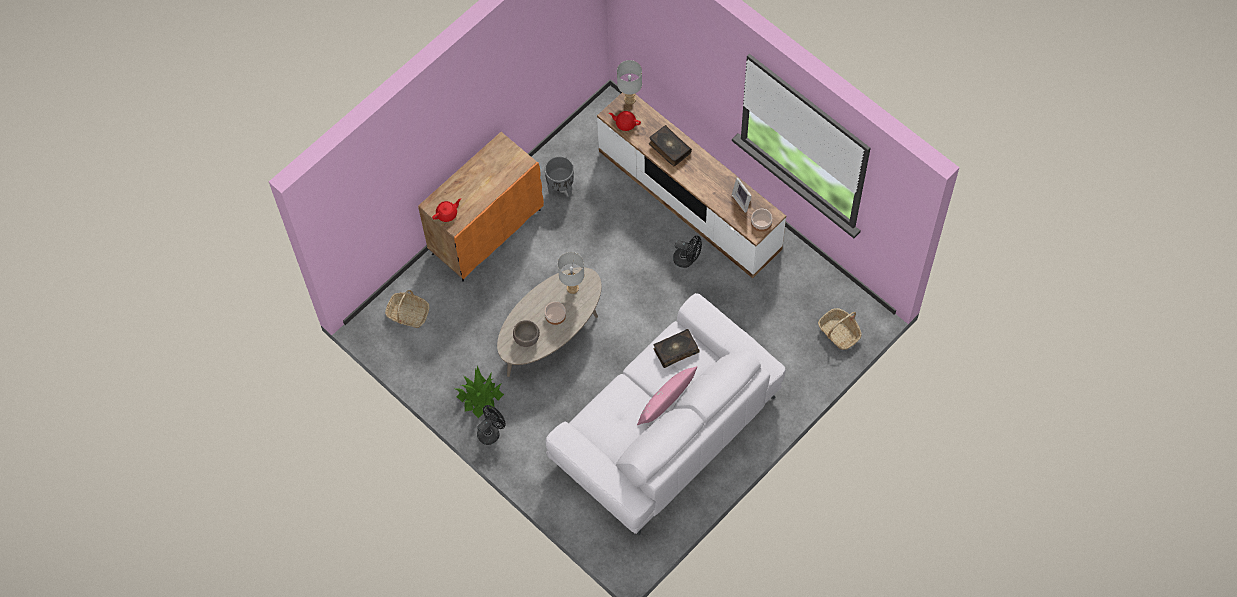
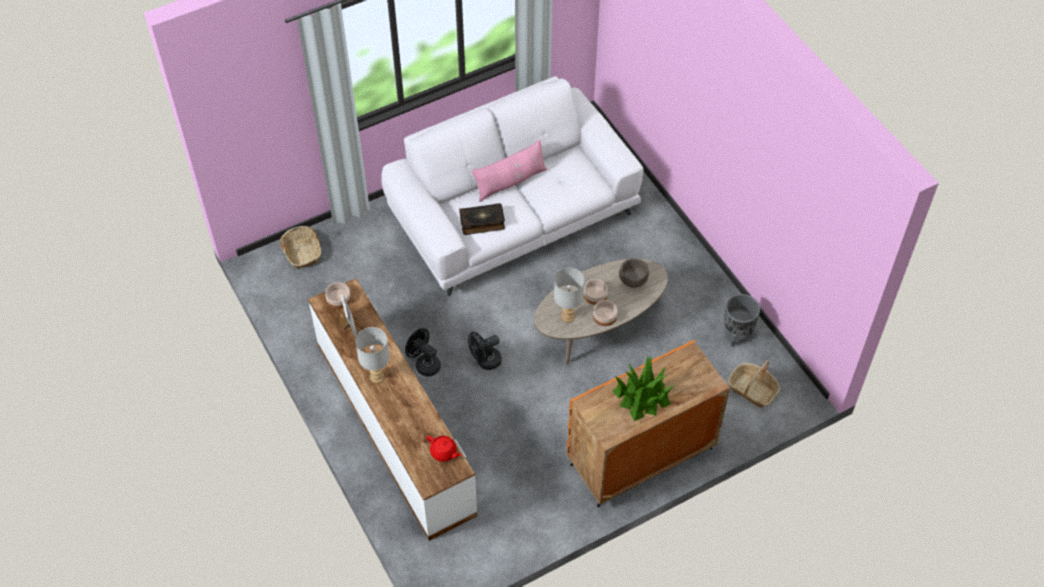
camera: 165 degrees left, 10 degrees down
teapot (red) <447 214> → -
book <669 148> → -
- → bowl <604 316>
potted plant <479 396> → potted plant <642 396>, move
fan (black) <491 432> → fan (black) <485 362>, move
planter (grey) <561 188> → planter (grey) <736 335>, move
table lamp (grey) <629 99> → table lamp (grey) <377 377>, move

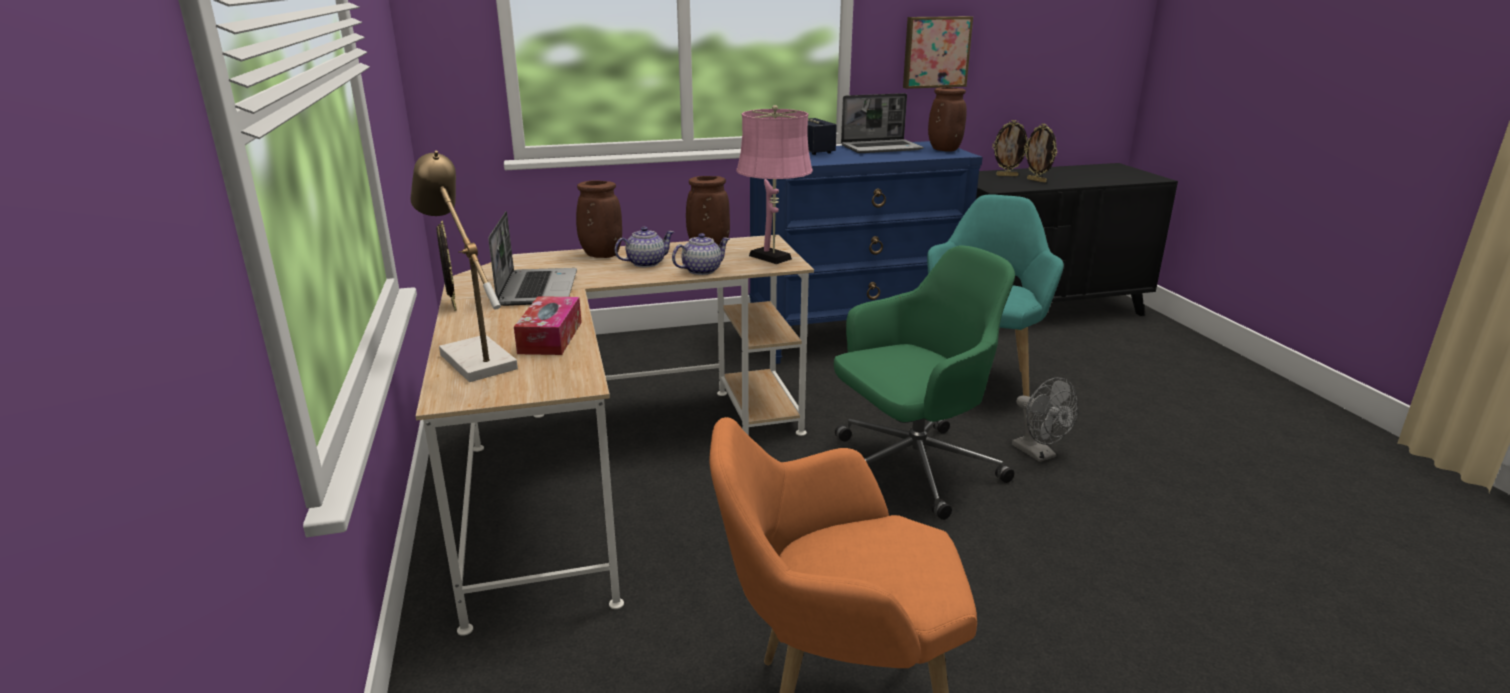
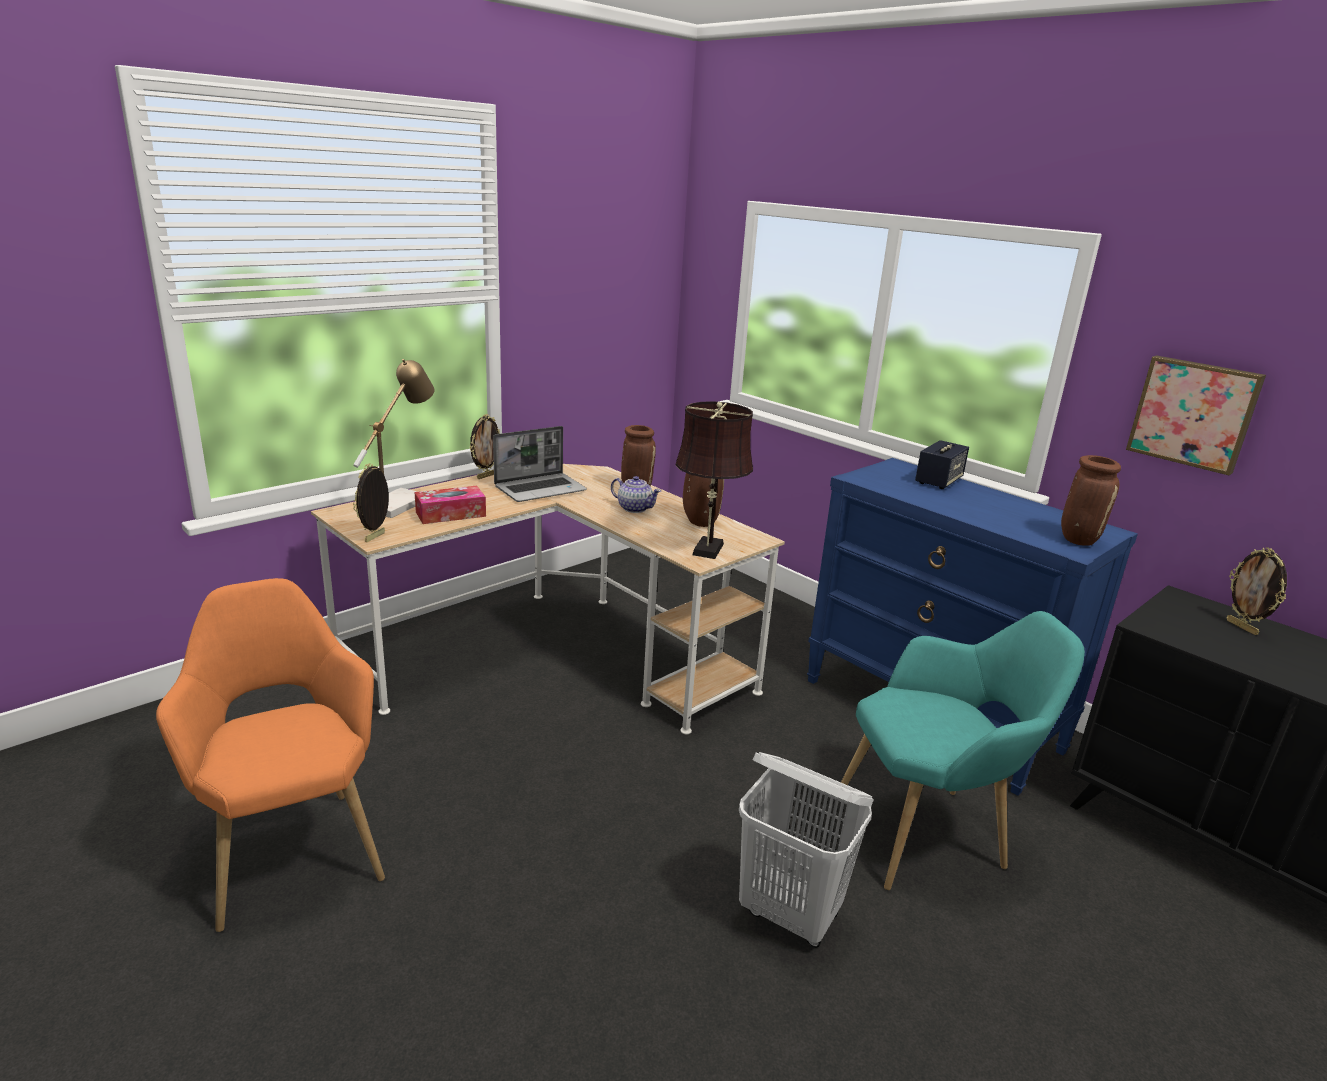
camera: 60 degrees right, 0 degrees up
teapot <702 270> → -
office chair (green) <911 468> → -
laptop <882 148> → -
picture frame <1037 180> → picture frame <376 537>, move
fan (grey) <1039 454> → laundry basket (white) <790 914>
table lamp (pink) <773 258> → table lamp (brown) <707 551>

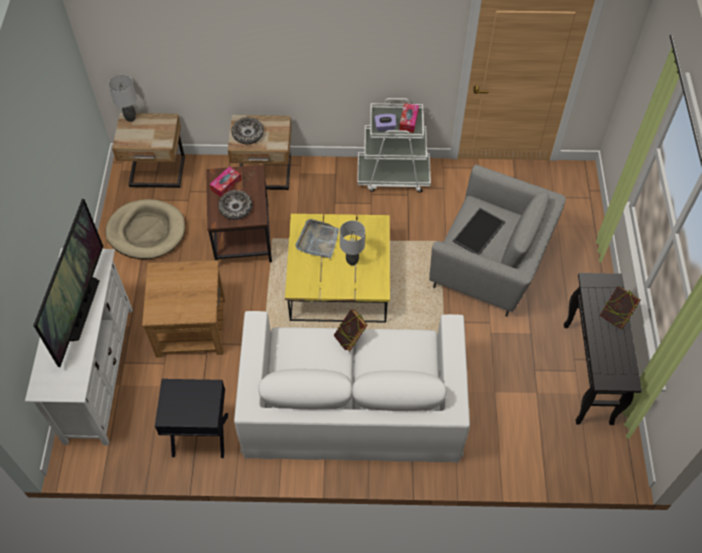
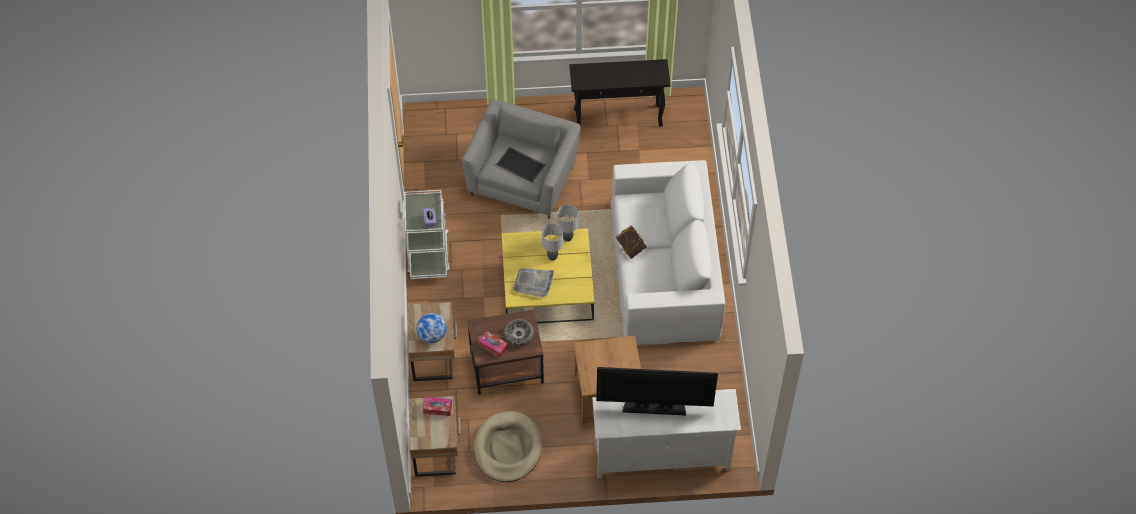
camera: 95 degrees left, 0 degrees up
side table (black) <200 435> → -
book <615 316> → -
table lamp (grey) <130 118> → table lamp (grey) <568 238>, move
tissue box <408 121> → tissue box <437 408>, move
bowl <248 134> → globe <432 335>

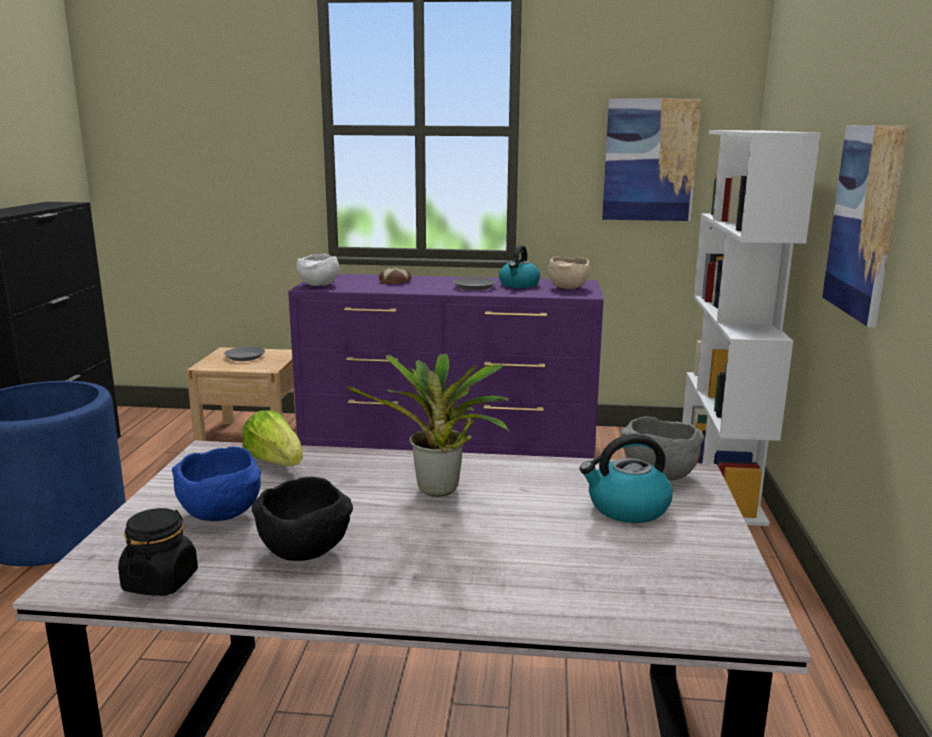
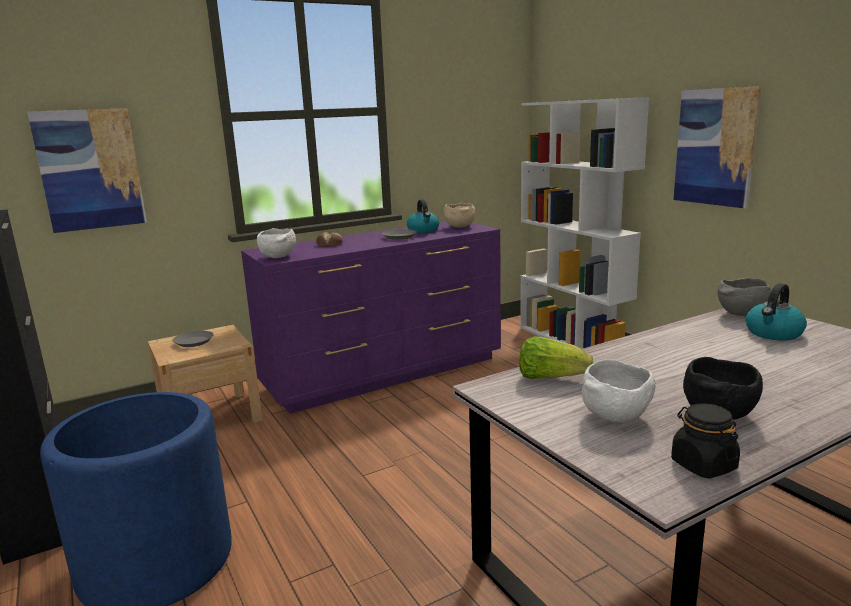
camera: 35 degrees left, 0 degrees up
potted plant <439 492> → -
picture <649 160> → picture <90 170>, move
bowl (blue) <223 514> → bowl (white) <616 416>

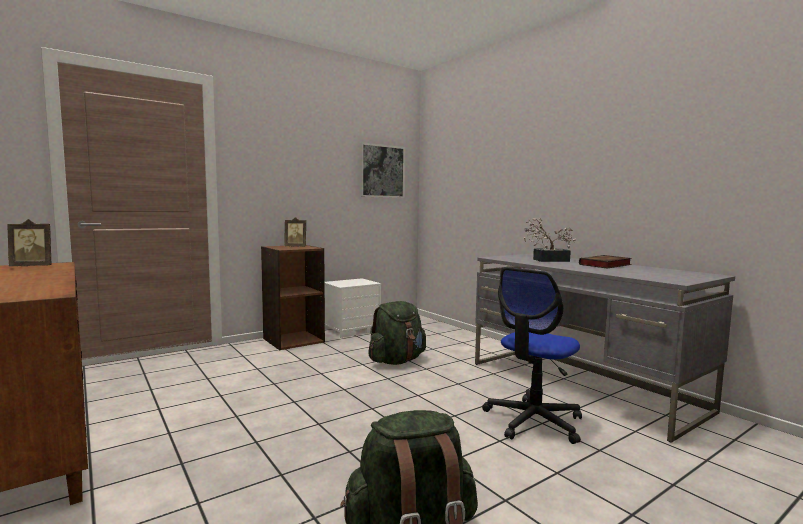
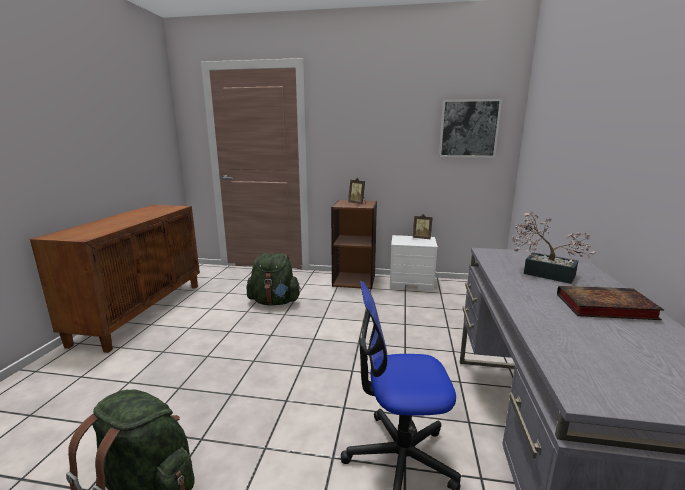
camera: 45 degrees right, 10 degrees up
picture frame <33 266> → picture frame <422 238>, move
backpack (green) <397 361> → backpack (green) <274 302>, move

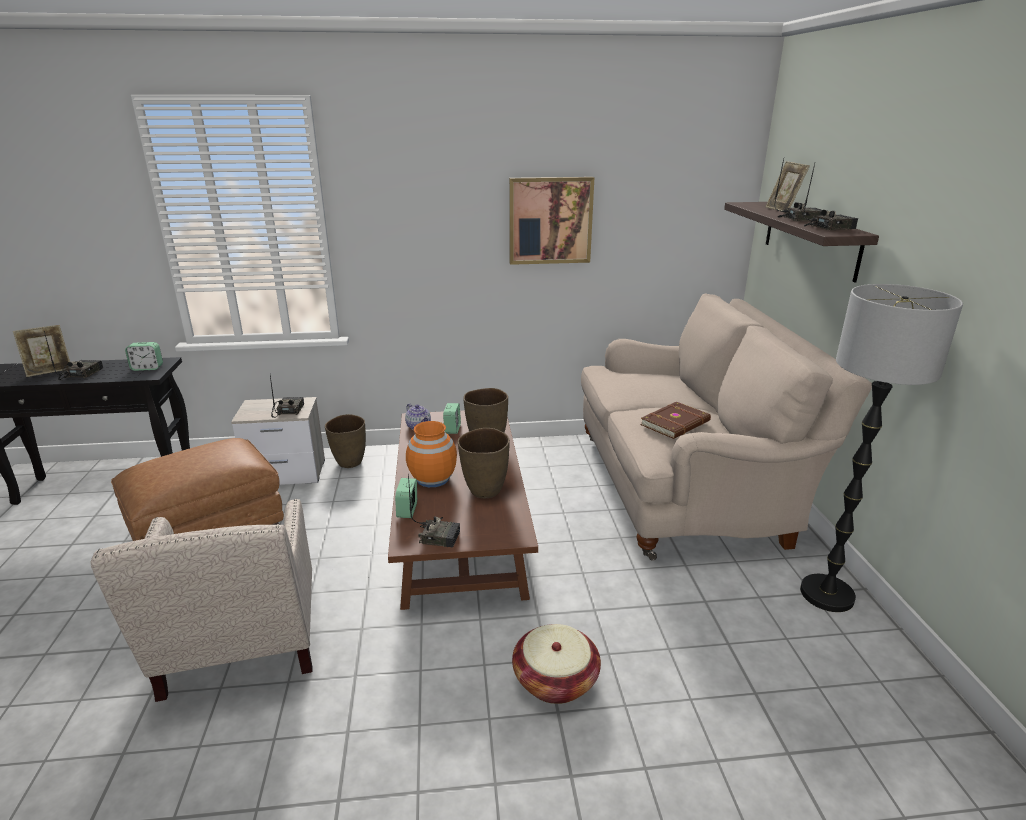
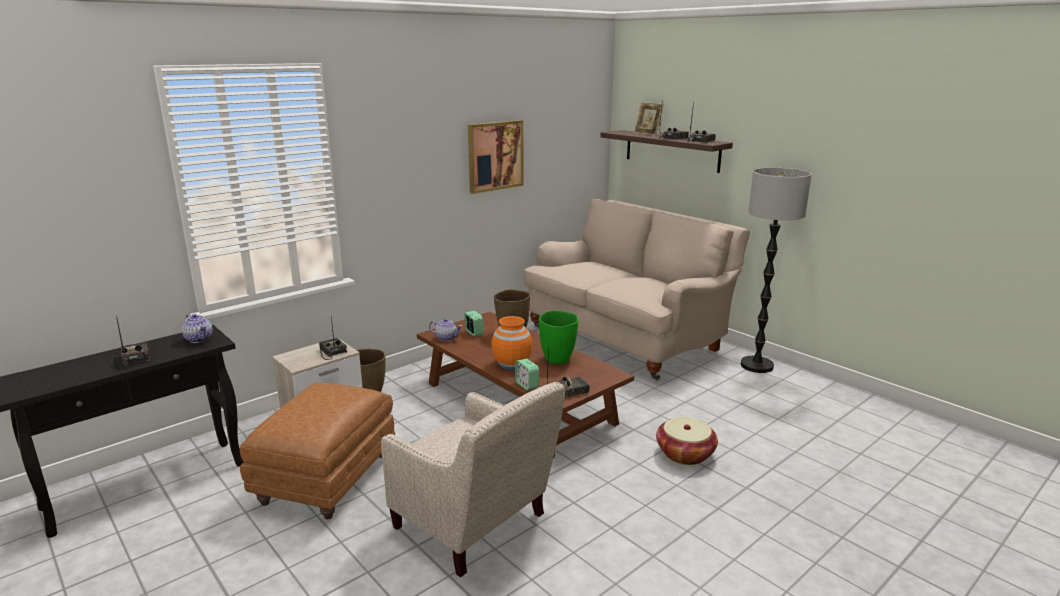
camera: 35 degrees left, 5 degrees down
picture frame <49 371> → -
book (brown) <676 423> → -
alarm clock <147 368> → teapot <199 339>
vase (brown) <485 491> → vase (green) <558 359>

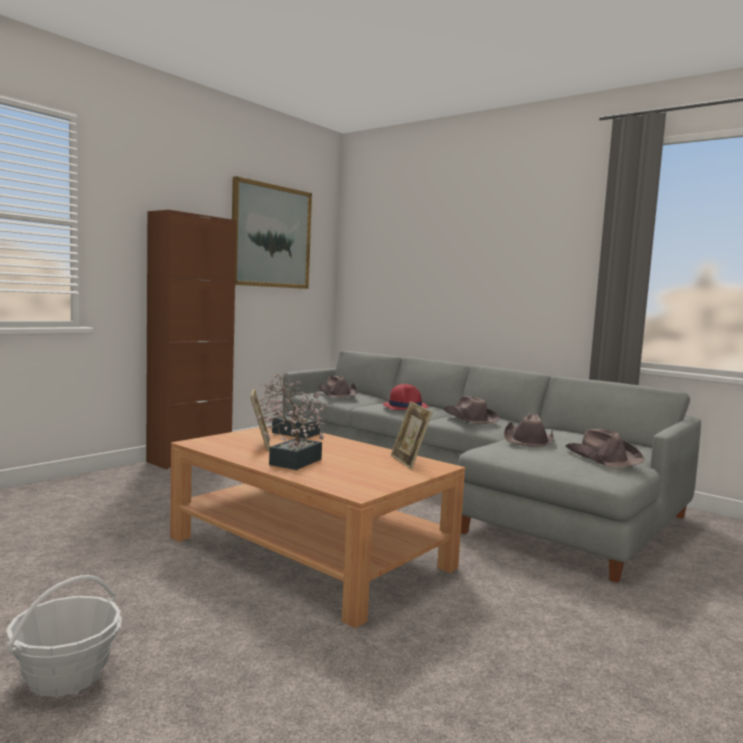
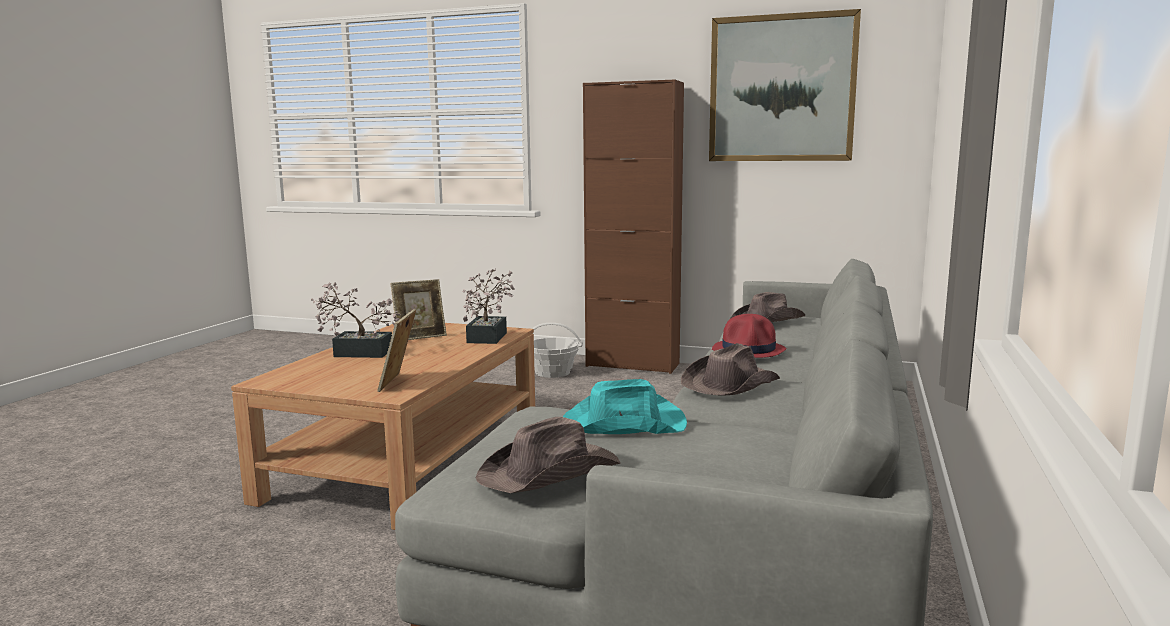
camera: 70 degrees right, 5 degrees up
basket <66 675> → basket <552 372>, move
hat (brown) <528 440> → hat (turquoise) <622 423>
picture frame <409 462> → picture frame <399 383>, 45 degrees counterclockwise

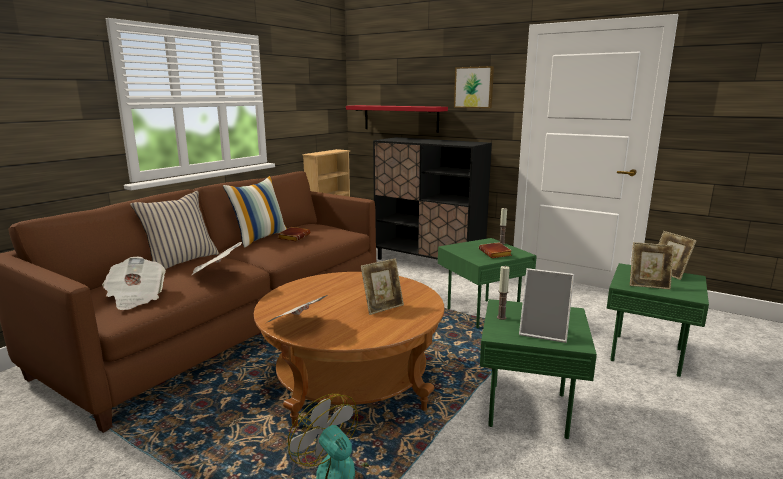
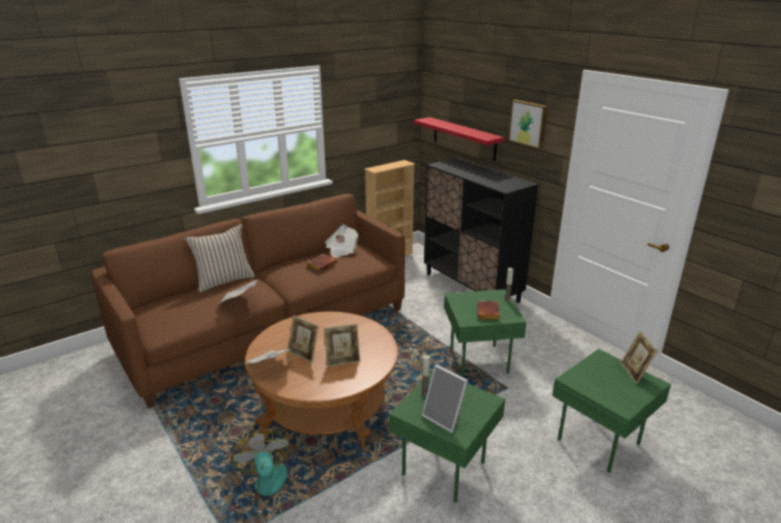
camera: 20 degrees right, 10 degrees up
pillow <260 238> → -
newspaper <136 297> → newspaper <341 250>, move
picture frame <648 285> → picture frame <304 354>, move

